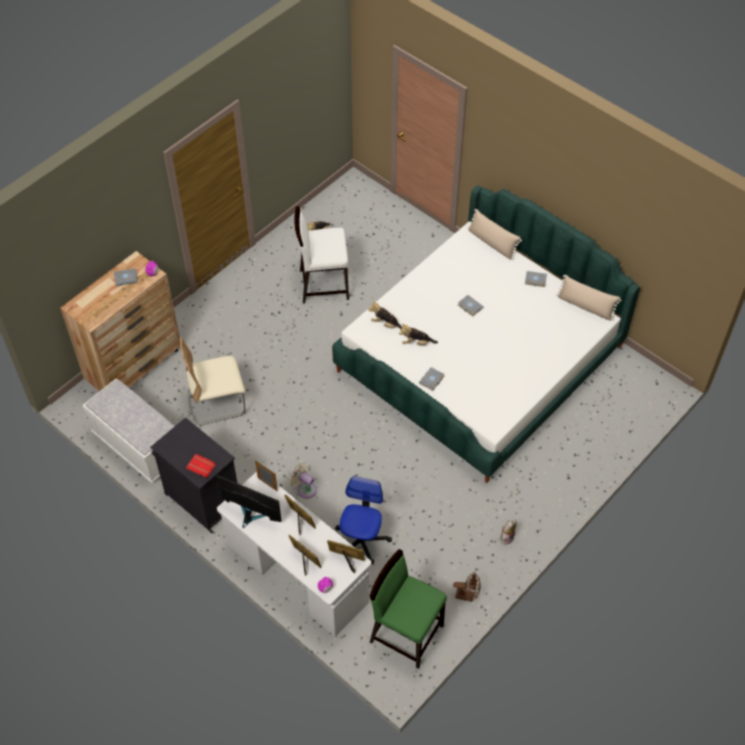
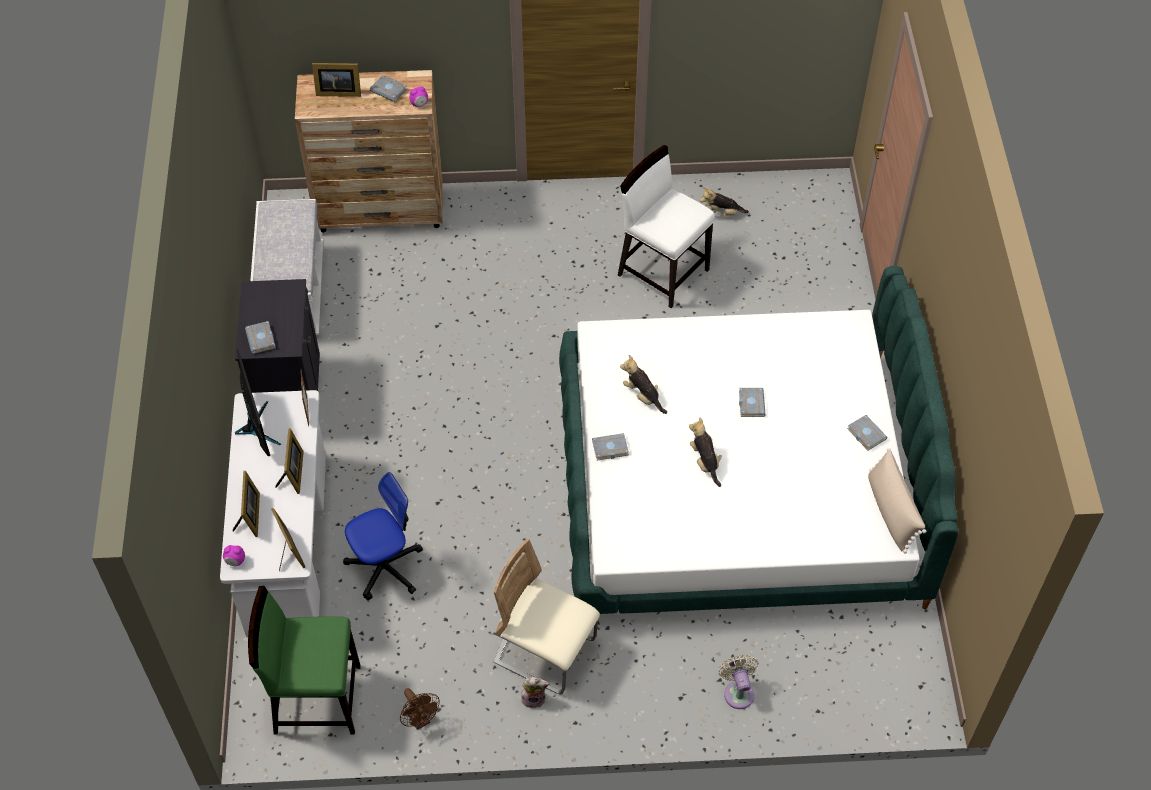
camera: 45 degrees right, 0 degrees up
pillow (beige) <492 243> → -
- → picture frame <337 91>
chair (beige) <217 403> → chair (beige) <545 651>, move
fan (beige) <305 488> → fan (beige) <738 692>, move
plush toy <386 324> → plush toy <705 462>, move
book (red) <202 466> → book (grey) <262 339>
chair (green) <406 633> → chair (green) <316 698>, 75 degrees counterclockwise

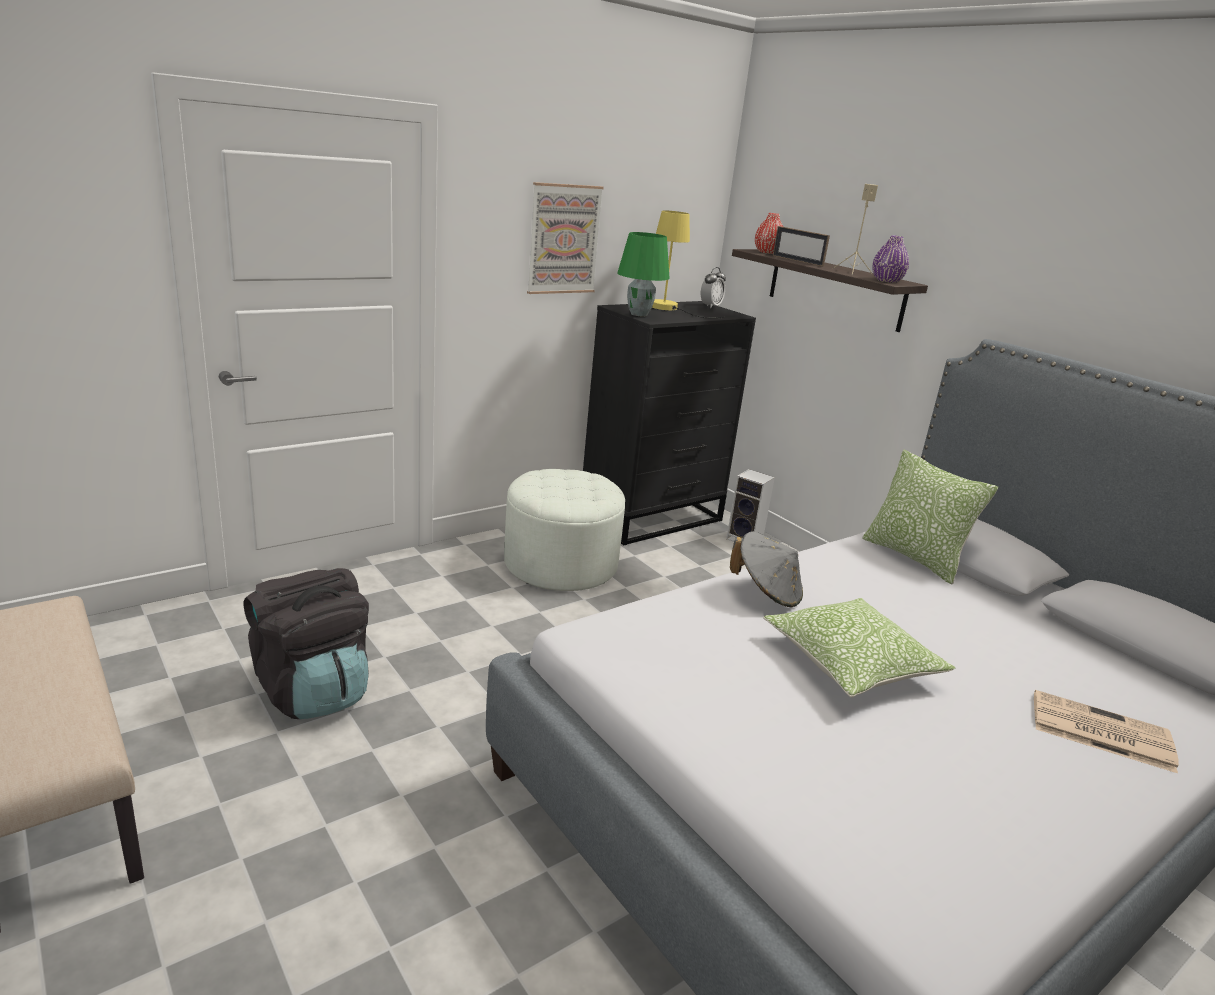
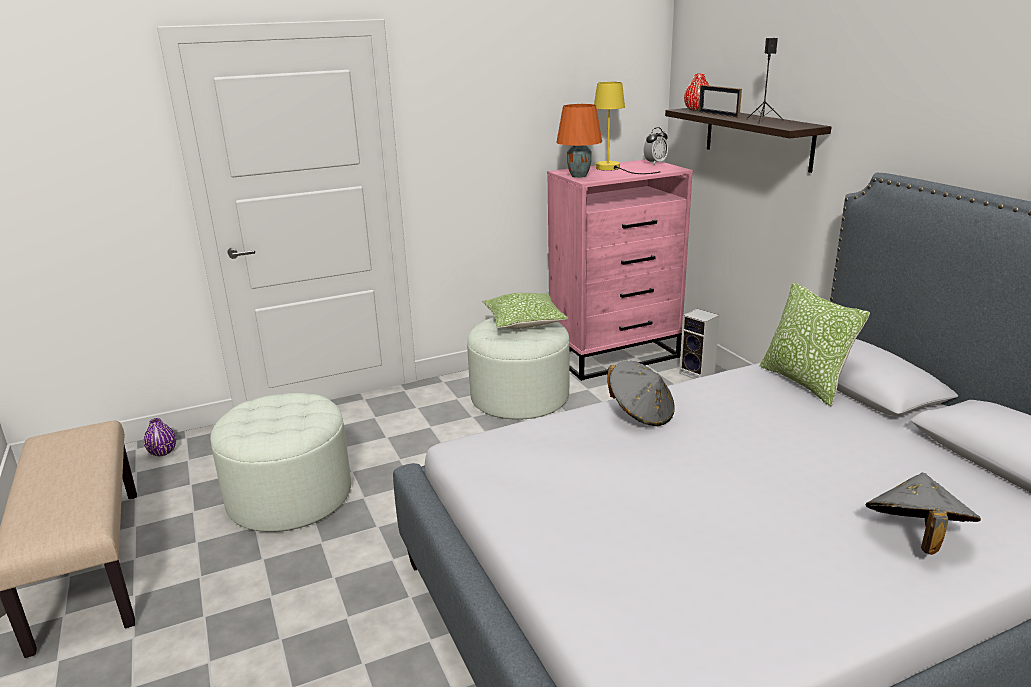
camera: 15 degrees right, 0 degrees up
picture <563 239> → -
pillow <851 663> → pillow <524 322>, move
vase (purple) <887 281> → vase (purple) <163 452>, move
backpack (black) <313 691> → ottoman (white) <290 496>
newspaper <1099 731> → hat (grey) <915 538>
dresser (black) <652 517> → dresser (pink) <615 355>
table lamp (green) <639 314> → table lamp (orange) <579 176>
speaker (beige) <852 272> → speaker (black) <762 121>

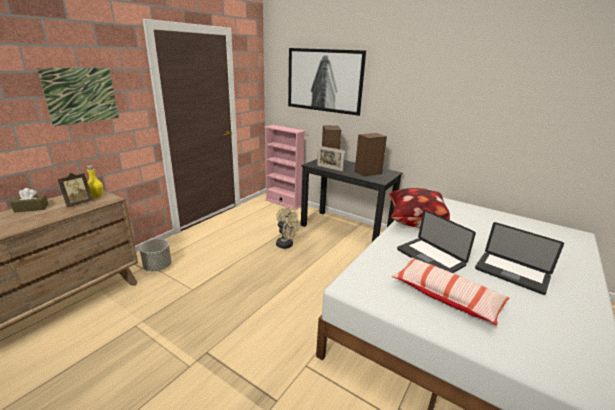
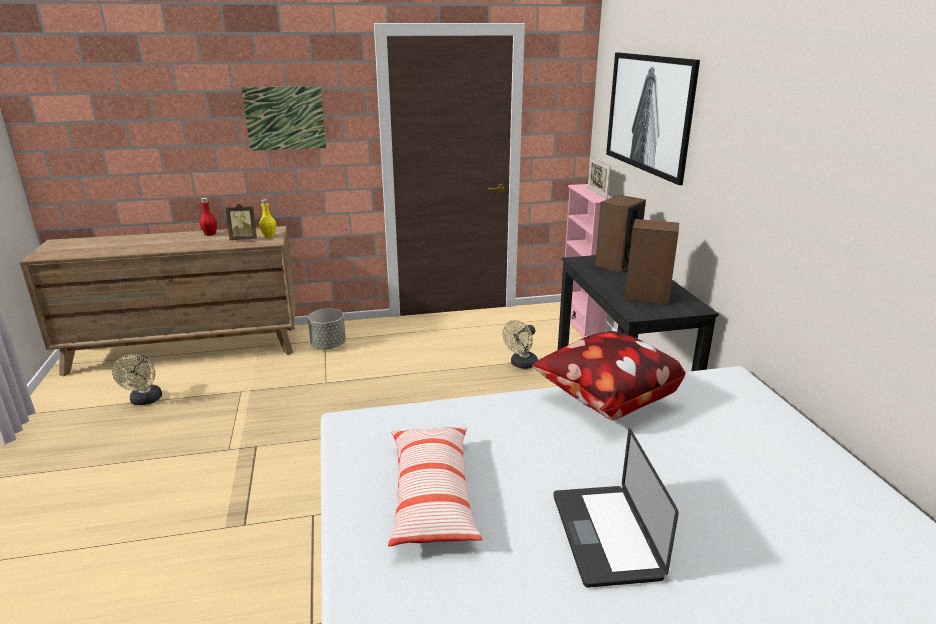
camera: 45 degrees right, 0 degrees up
laptop <430 257> → -
fan (beige) <286 245> → fan (beige) <145 401>, move
picture frame <329 168> → picture frame <597 193>, move
tissue box (brown) <31 208> → bottle (red) <210 234>

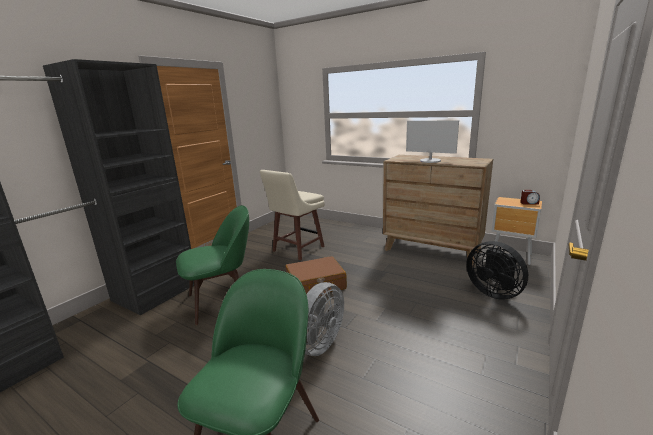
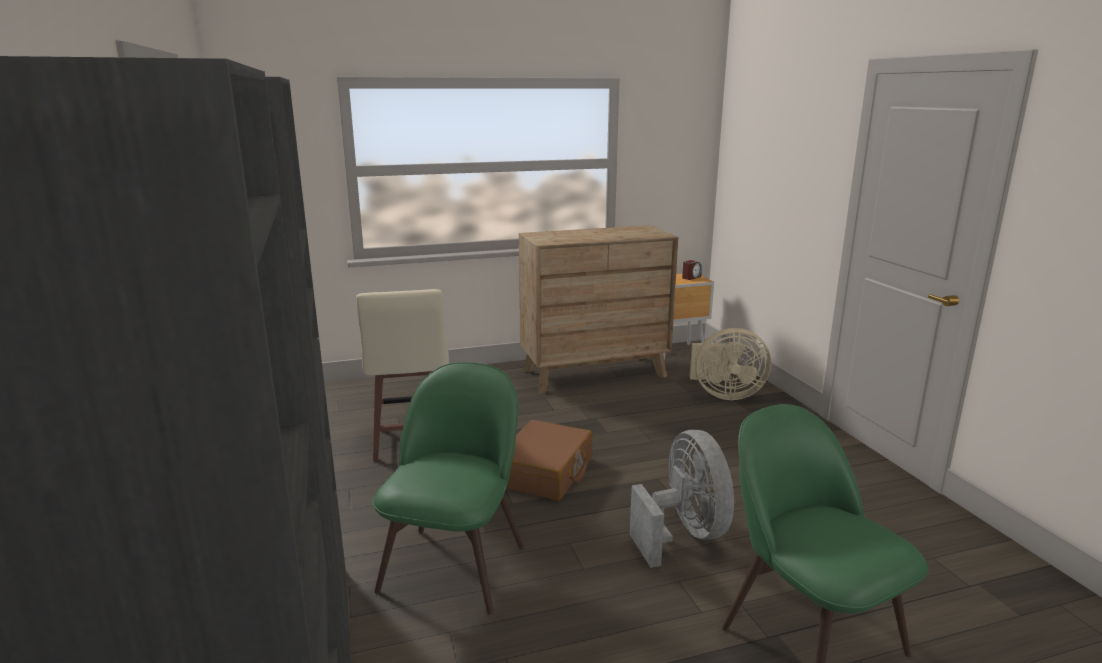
camera: 50 degrees left, 0 degrees up
monitor <430 161> → -
fan (black) <494 292> → fan (beige) <724 394>

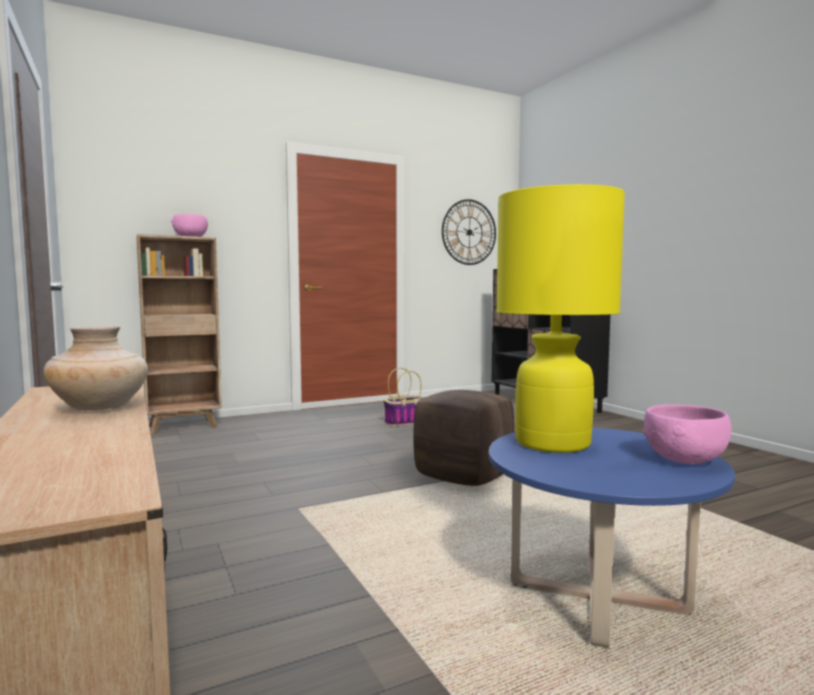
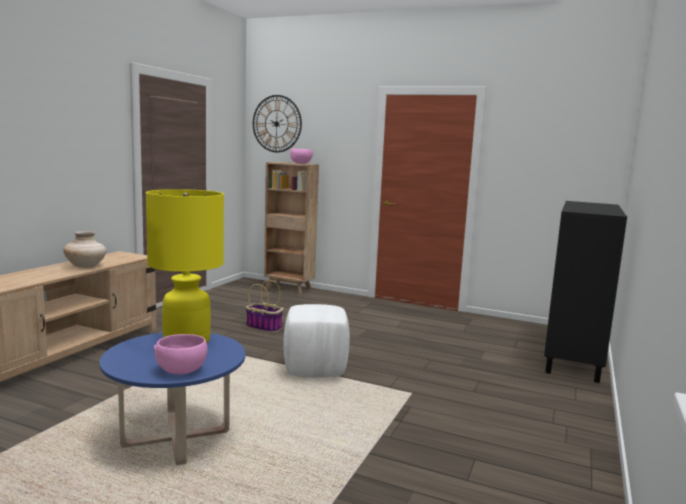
camera: 50 degrees right, 5 degrees up
basket <405 422> → basket <264 327>, move
wall clock <469 232> → wall clock <276 123>, move
ottoman (brown) <463 476> → ottoman (white) <315 370>

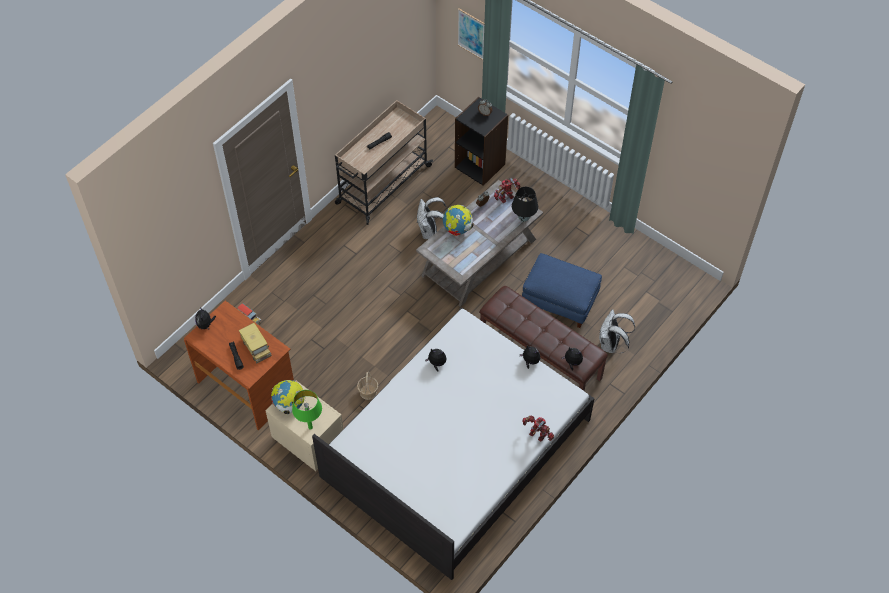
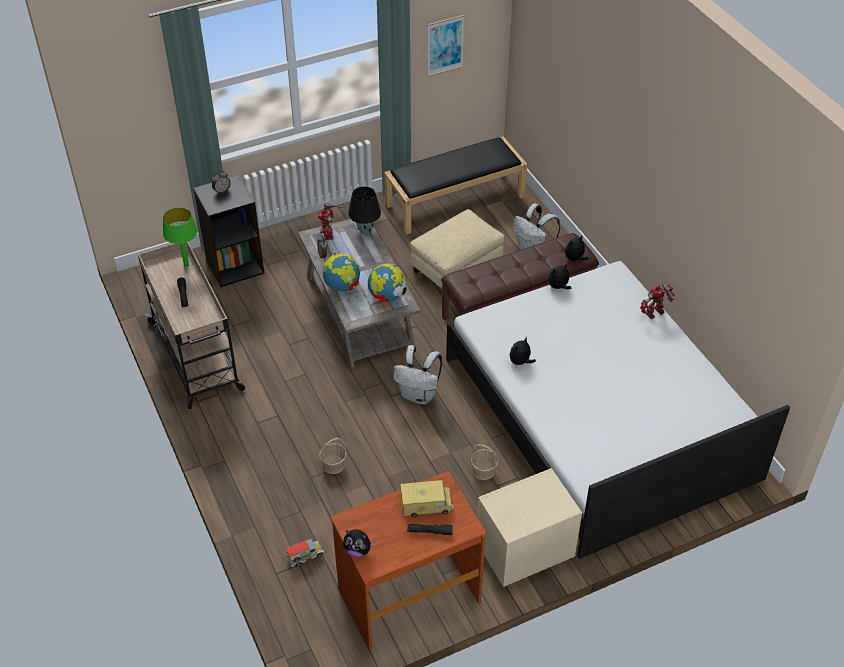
camera: 65 degrees left, 10 degrees down
- → basket <333 465>
- → bench (black) <455 200>
globe <289 404> → globe <387 297>, move
table lamp (green) <310 427> → table lamp (green) <186 265>, move
backpack (white) <430 232> → backpack (white) <419 395>, move
picture <471 34> → picture <445 45>, move
ottoman (blue) <560 300> → ottoman (beige) <456 268>

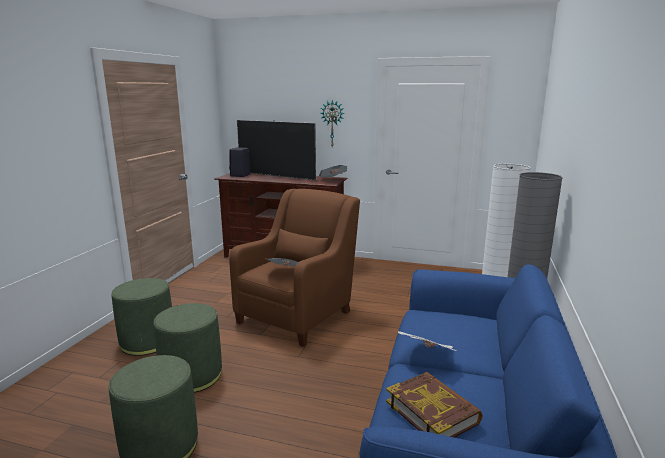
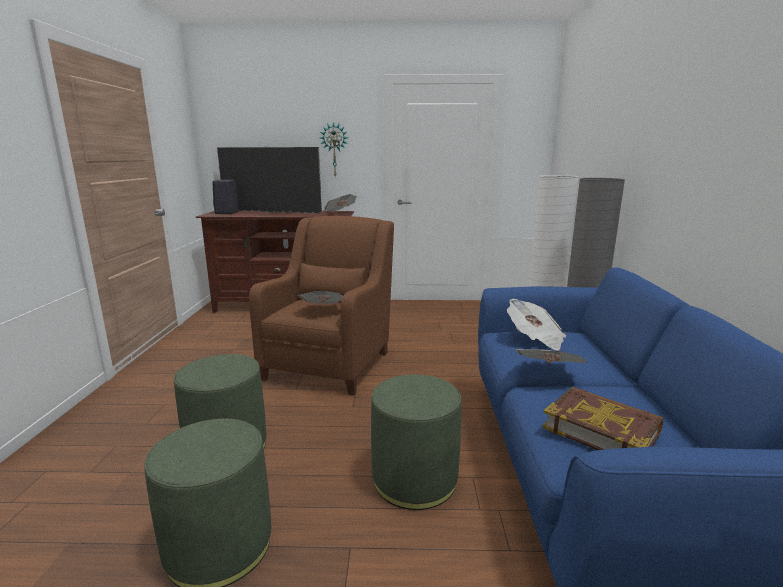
camera: 15 degrees left, 0 degrees up
- → newspaper <535 339>
ottoman (green) <147 341> → ottoman (green) <415 479>, move

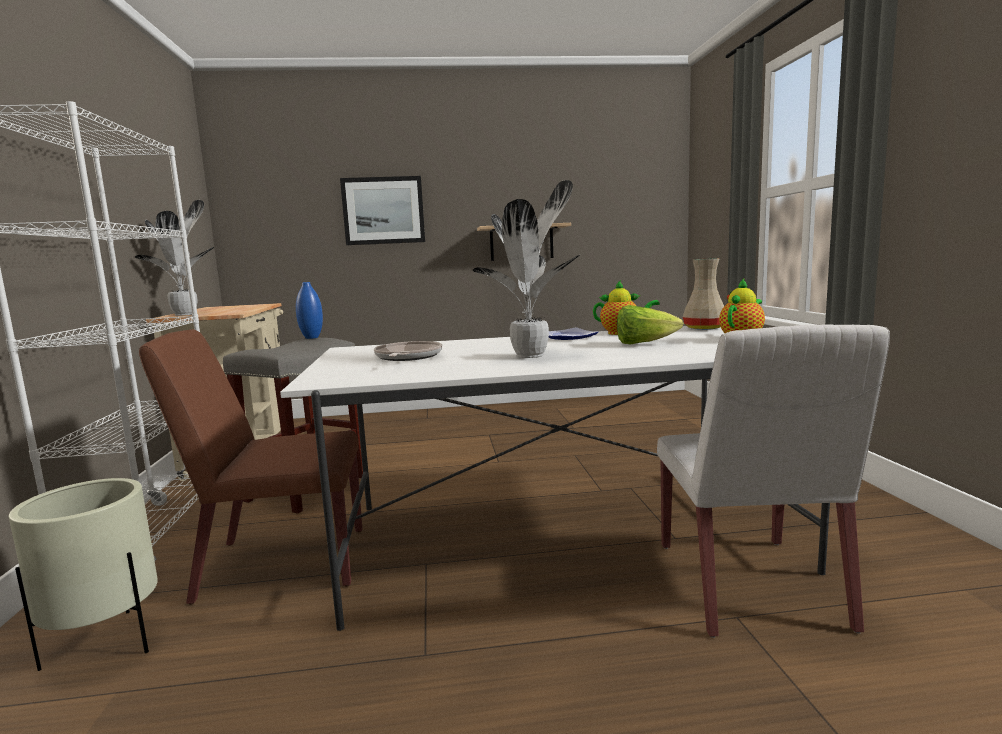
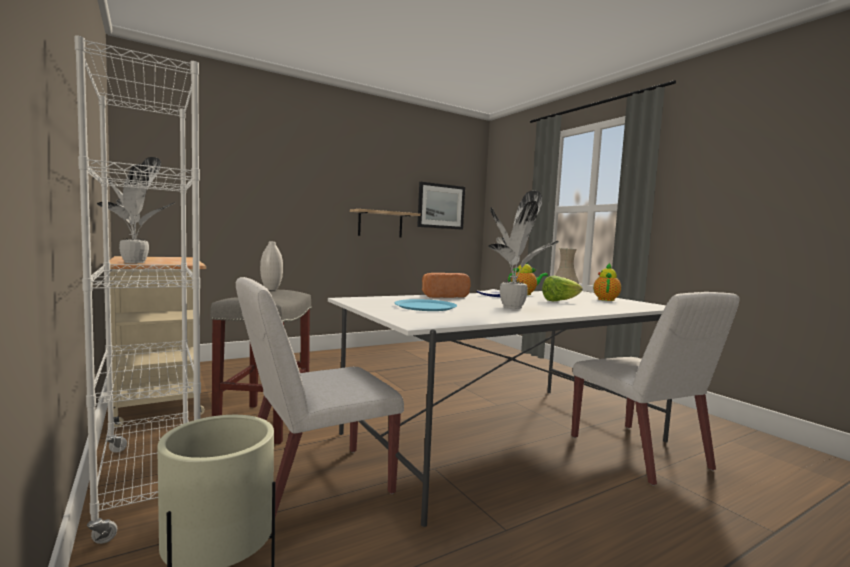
camera: 25 degrees left, 5 degrees down
- → bread <443 296>
picture <383 210> → picture <441 206>, move
frying pan <407 357> → plate (blue) <425 306>
chair (brown) <281 563> → chair (white) <314 485>
vase (blue) <312 338> → vase (white) <271 289>

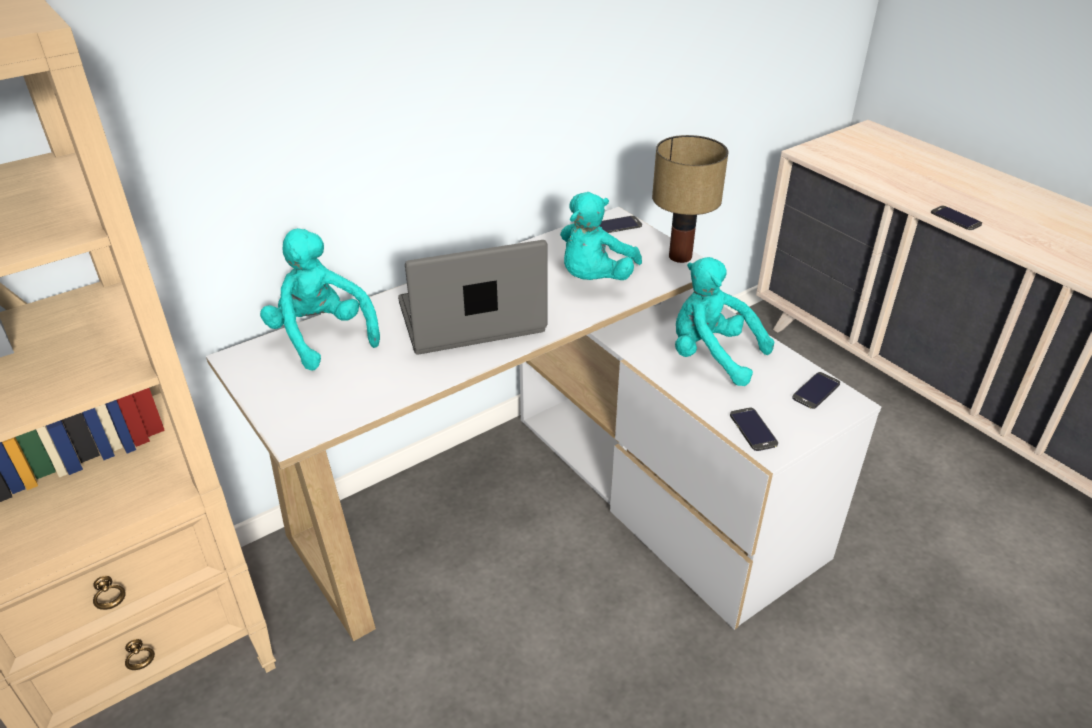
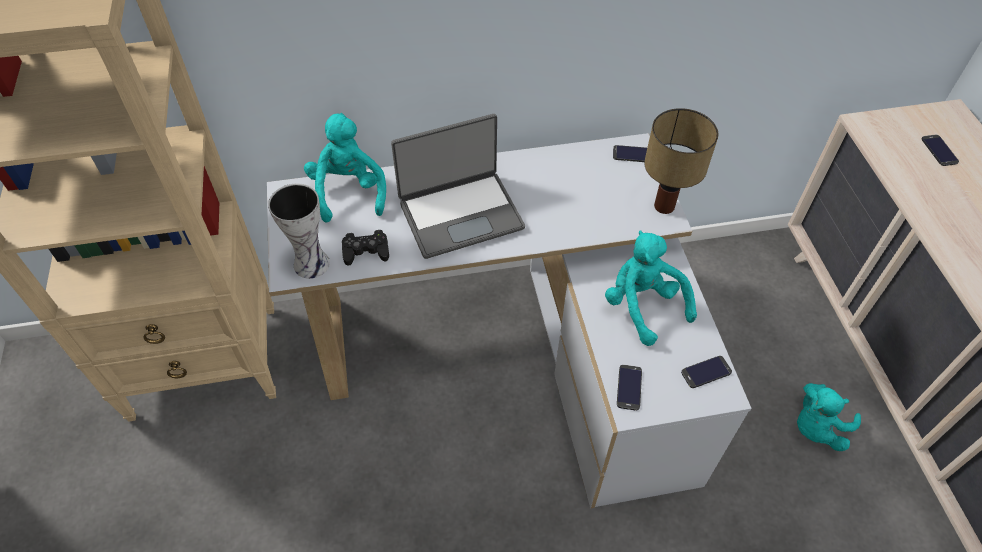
camera: 25 degrees right, 15 degrees up
- → vase <313 263>
- → game controller (black) <366 251>
plush toy (turquoise) <594 279> → plush toy (turquoise) <816 427>, move
phone <955 218> → phone <939 150>, move
laptop <471 320> → laptop <460 214>, 150 degrees clockwise

